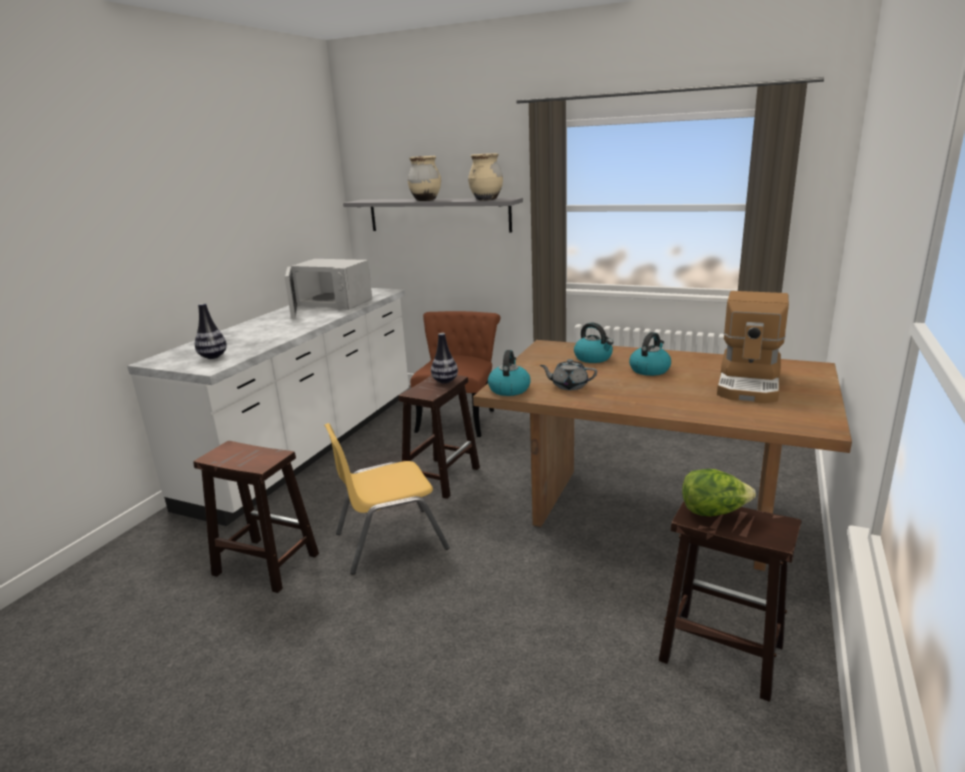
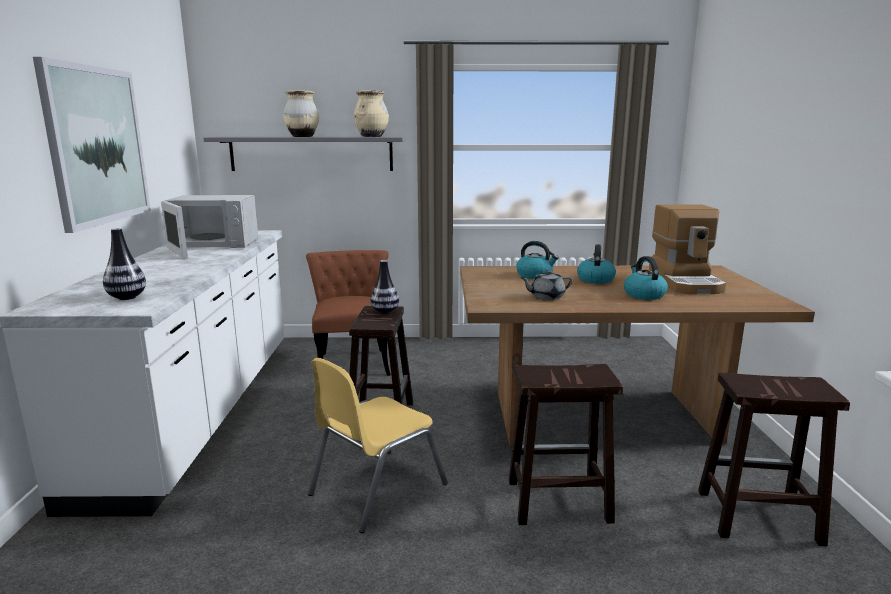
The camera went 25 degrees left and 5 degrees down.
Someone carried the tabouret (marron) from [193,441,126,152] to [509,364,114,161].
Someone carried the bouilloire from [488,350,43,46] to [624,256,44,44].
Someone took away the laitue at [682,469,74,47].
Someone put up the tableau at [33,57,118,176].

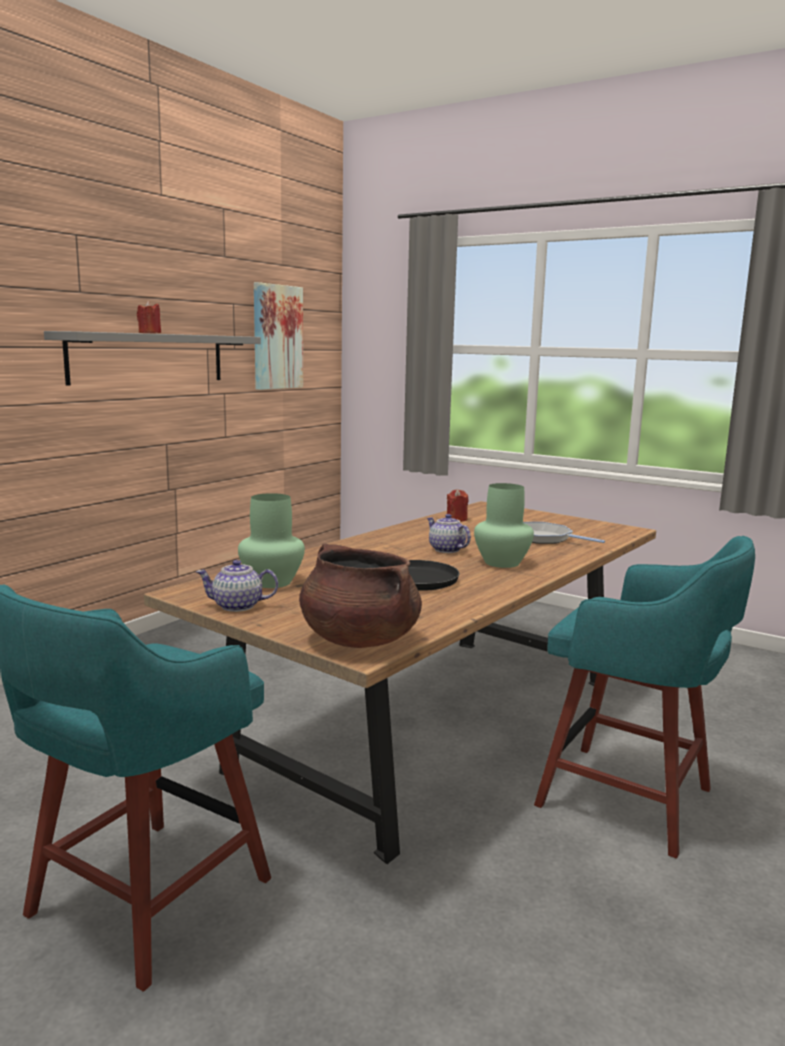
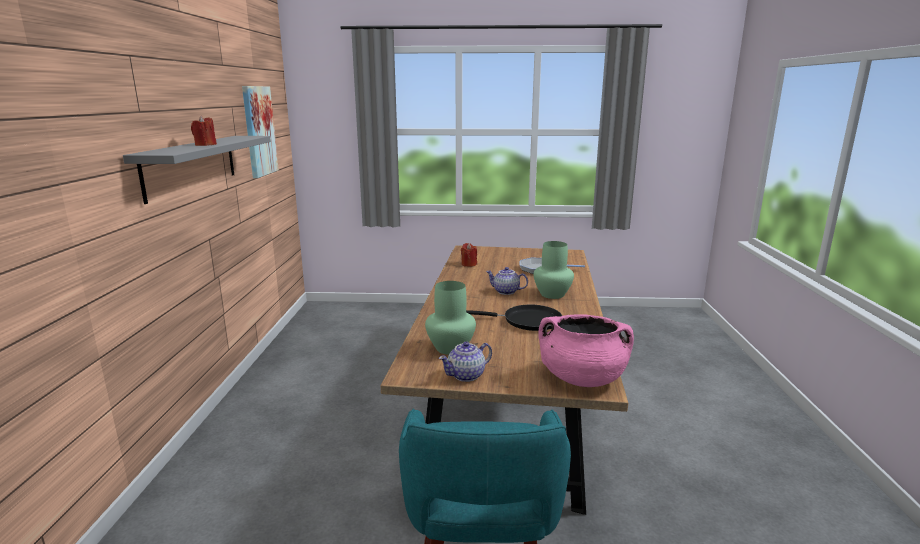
The camera went 30 degrees left and 5 degrees up.
Someone repainted the marmite (marron) at [299,543,123,105], which became the marmite (rose) at [538,314,96,73].
Someone took away the tabouret (turquoise) at [534,536,221,323].

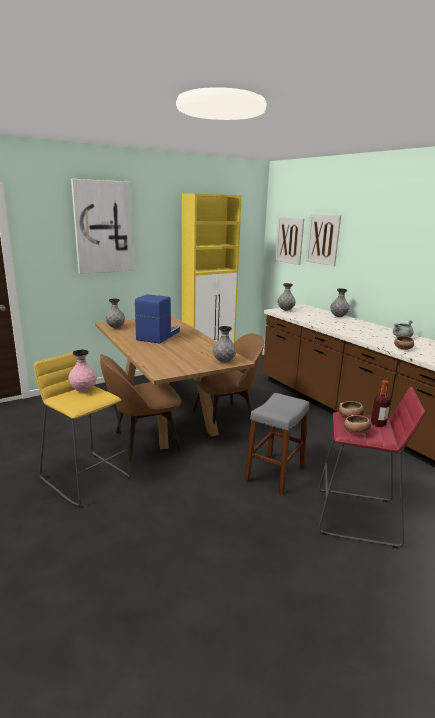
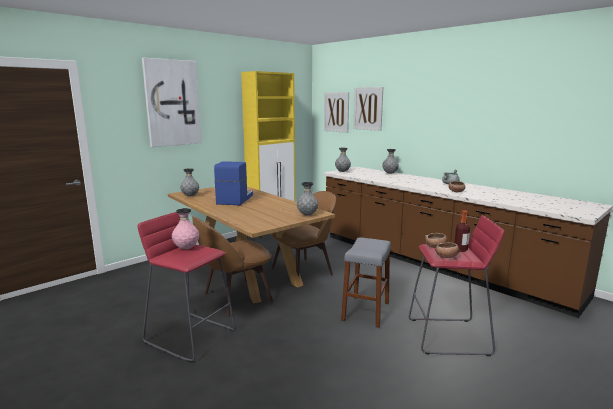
The camera went 10 degrees left and 5 degrees down.
Someone repainted the tabouret (jaune) at [34,352,97,155], which became the tabouret (rouge) at [138,212,98,150].

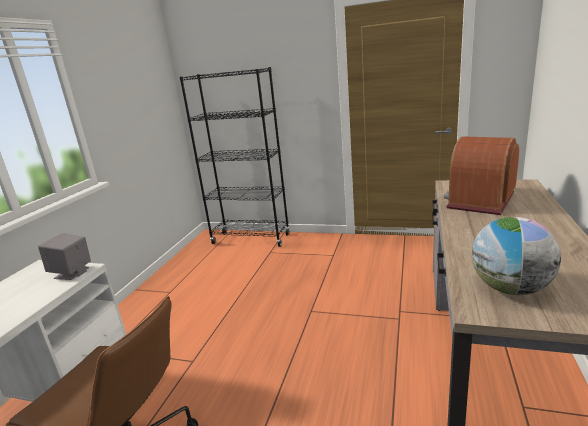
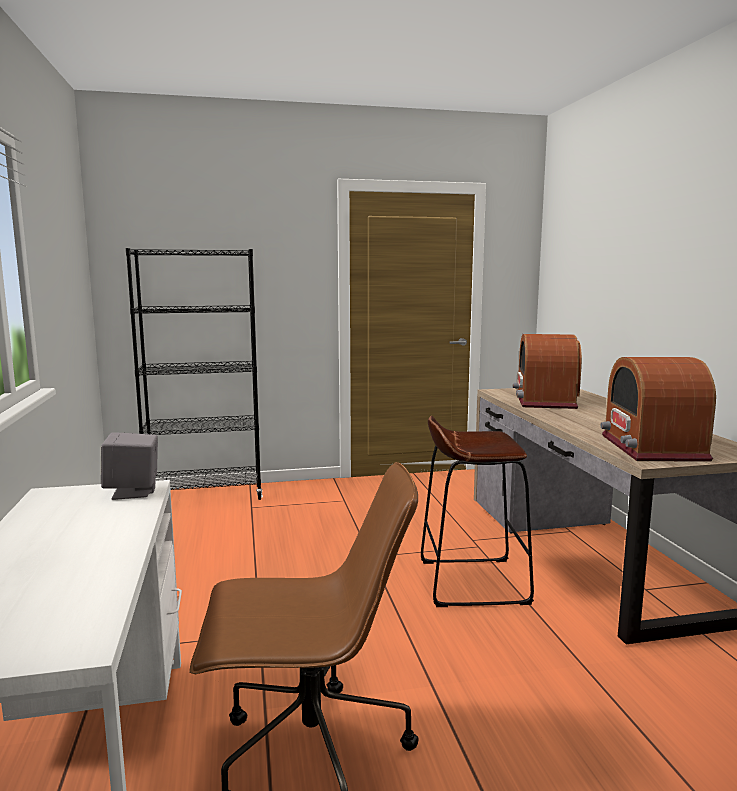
The camera went 30 degrees left and 10 degrees down.
Someone swapped the globe at [472,217,89,78] for the radio at [601,357,115,105].
Someone put down the tabouret (marron) at [421,416,113,191].

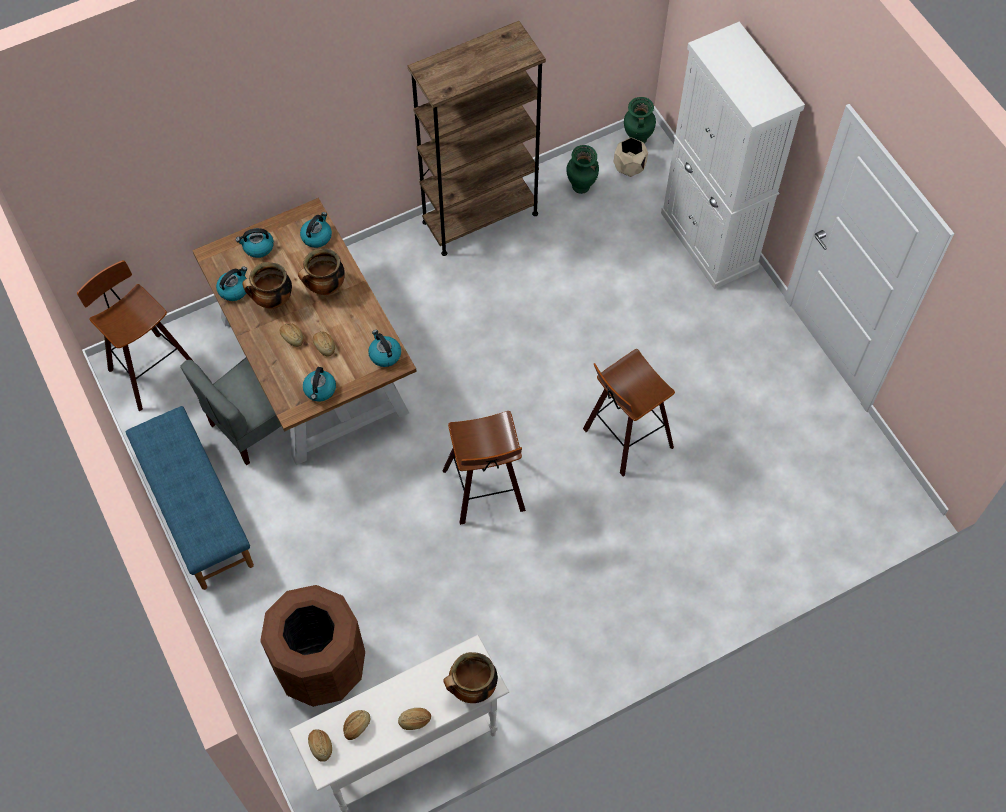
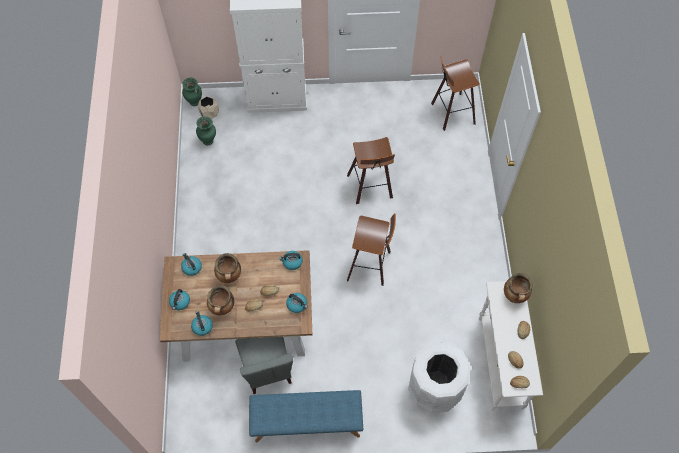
The camera went 65 degrees left and 0 degrees up.
Someone carried the tabouret from [77,260,116,152] to [431,56,49,75].
Someone repainted the poubelle (marron) at [260,585,105,122], which became the poubelle (blanc) at [408,342,63,71].
Someone took away the bibliothèque (marron) at [408,21,138,235].

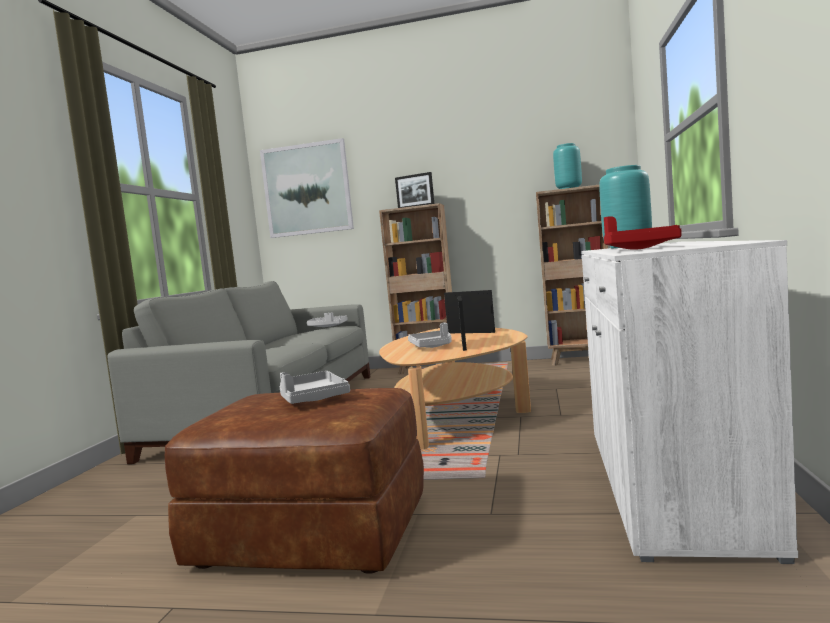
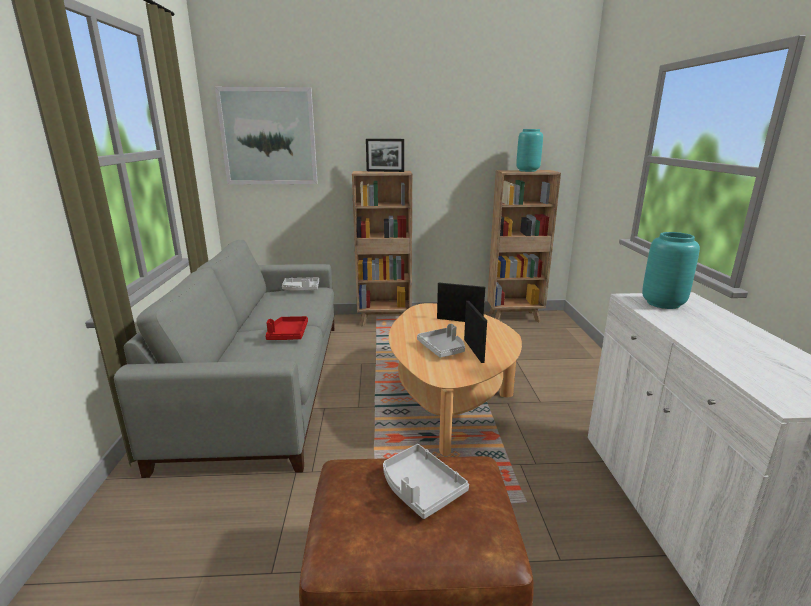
The camera went 15 degrees left and 15 degrees up.
Someone carried the plateau (rouge) from [604,216,77,34] to [265,316,43,24].

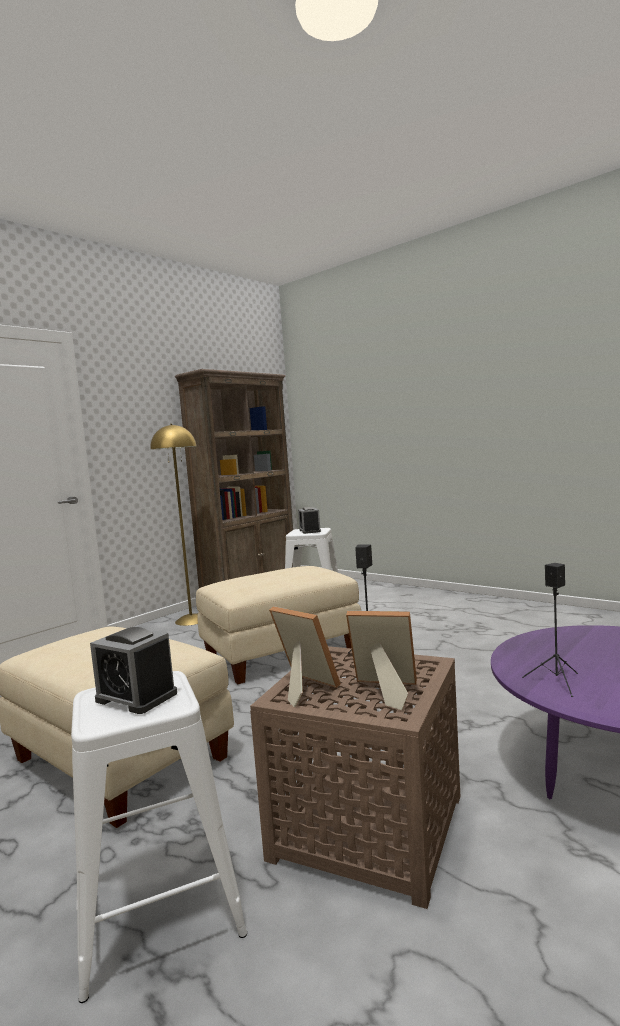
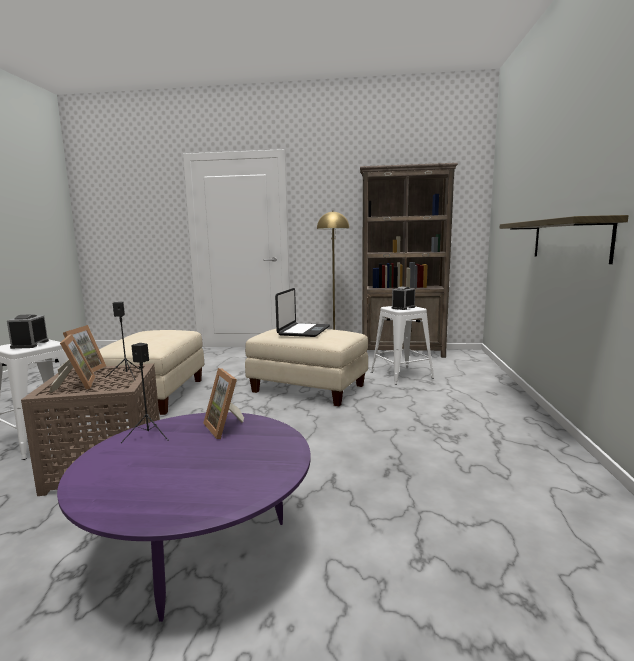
The camera went 55 degrees right and 5 degrees up.
Someone put down the cadre photo at [203,368,41,71].
Someone put down the ordinateur portable at [275,288,55,49].
Someone put up the étagère at [499,215,130,49].

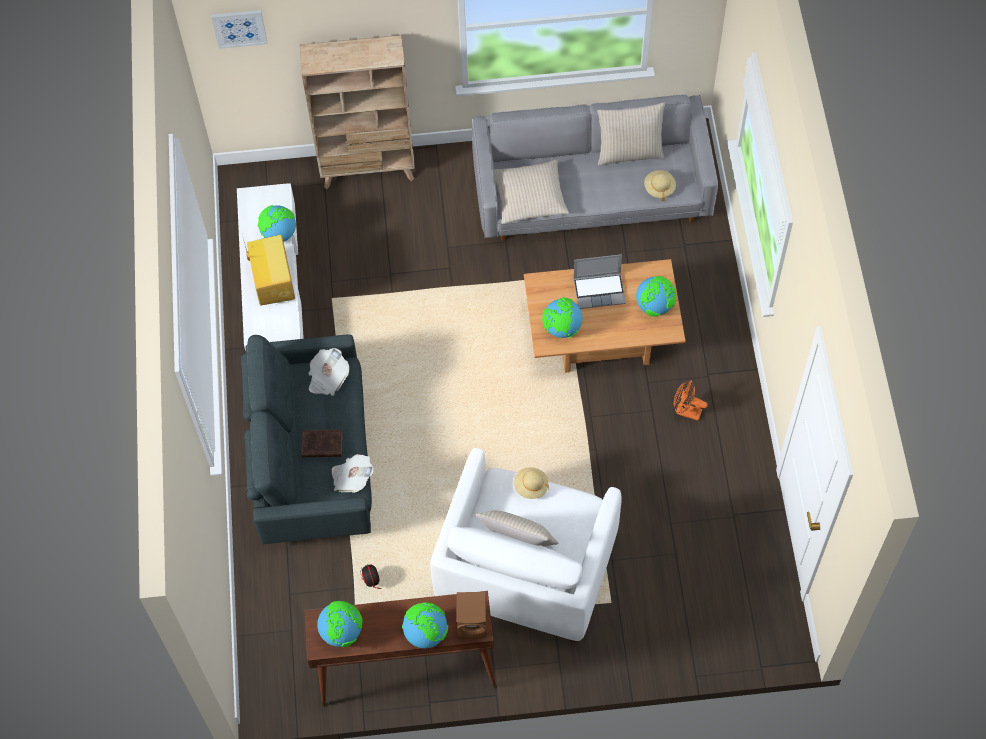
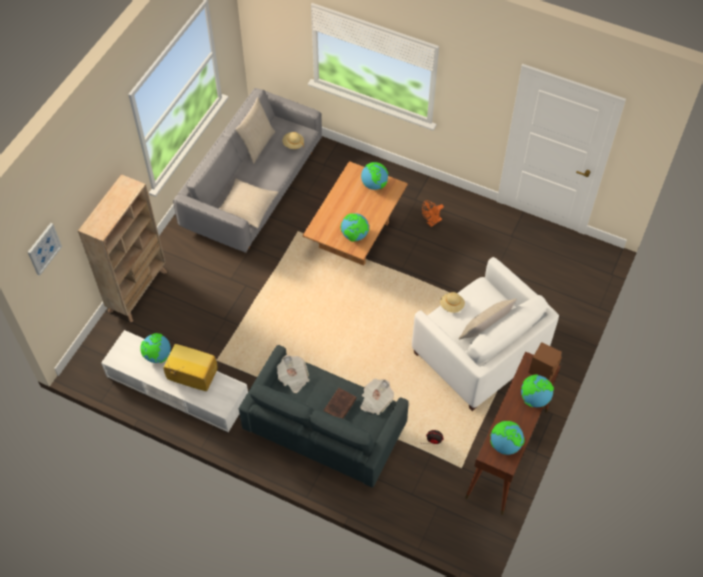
The camera went 60 degrees left and 5 degrees down.
Someone took away the ordinateur portable at [573,254,53,55].

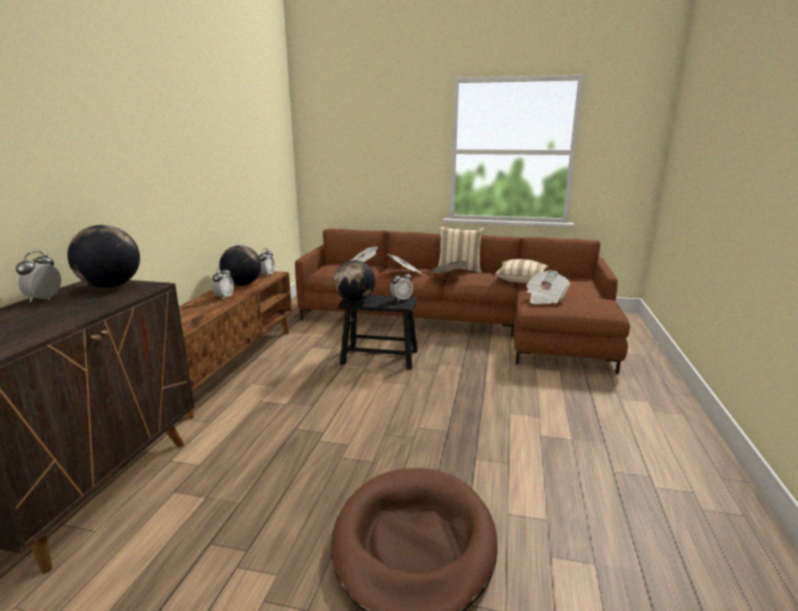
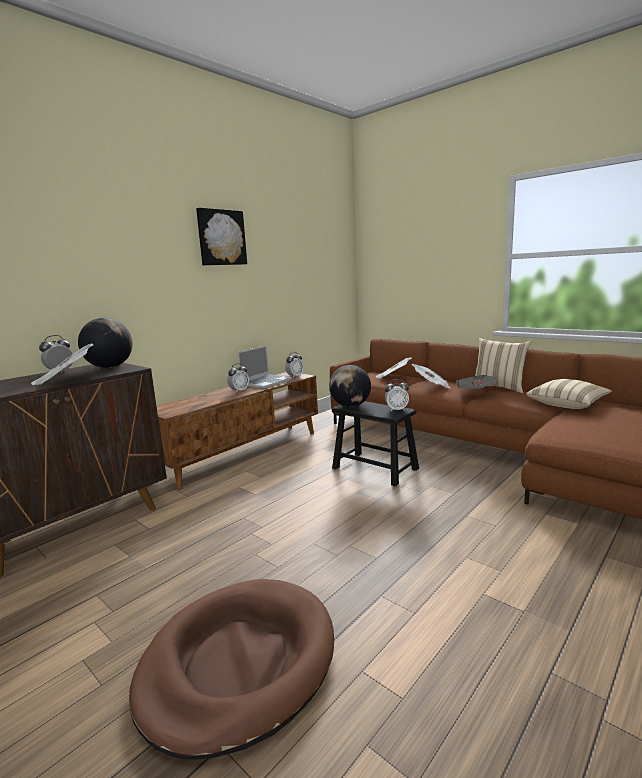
The camera went 30 degrees right and 5 degrees down.
Someone swapped the globe at [219,245,42,41] for the ordinateur portable at [237,345,55,44].
Someone carried the journal from [526,270,44,34] to [31,343,62,42].
Someone put up the tableau at [196,208,51,57].

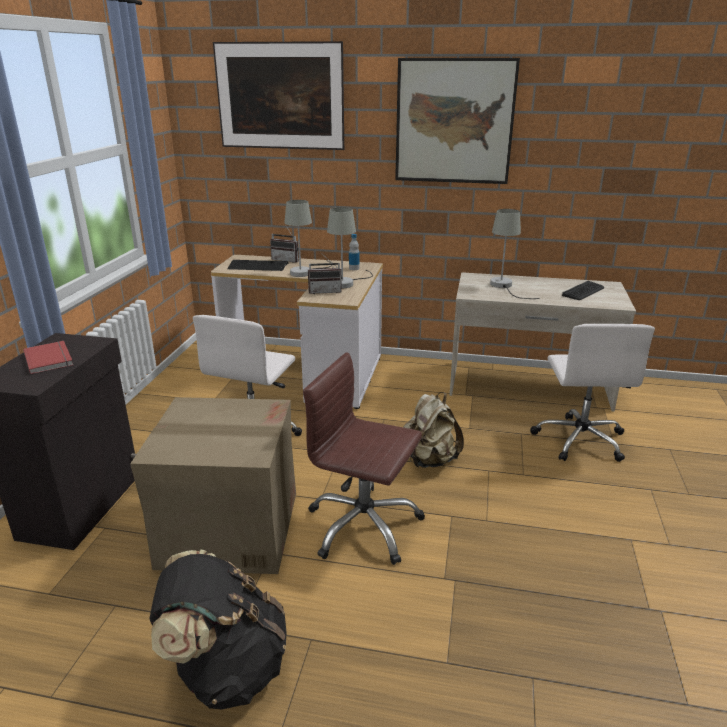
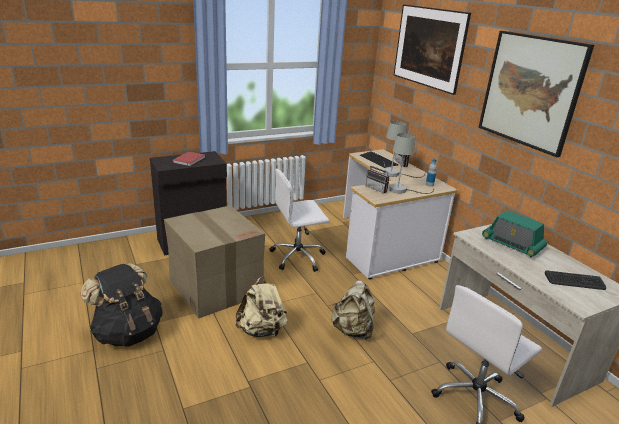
The camera went 50 degrees right and 0 degrees up.
Someone swapped the chaise de bureau (marron) at [303,352,122,213] for the sac à dos (beige) at [236,276,51,62].
Someone swapped the lampe de table (gris) at [490,209,50,90] for the radio at [482,210,65,48].

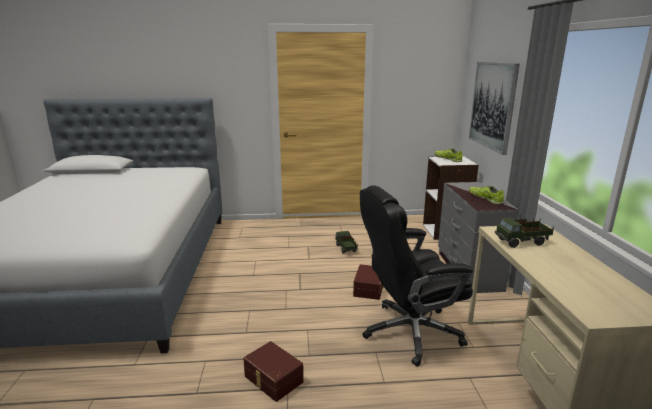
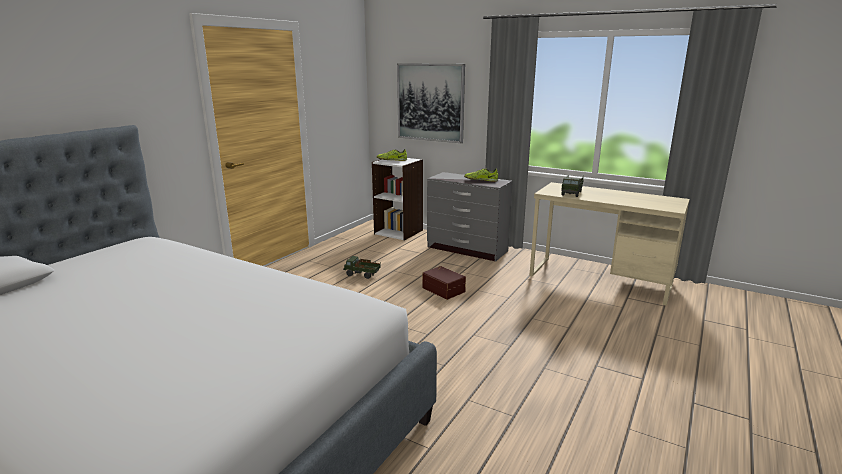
The camera went 55 degrees left and 0 degrees up.
Someone took away the boîte de rangement (marron) at [243,341,60,61].
Someone took away the chaise de bureau (noir) at [360,185,113,182].

